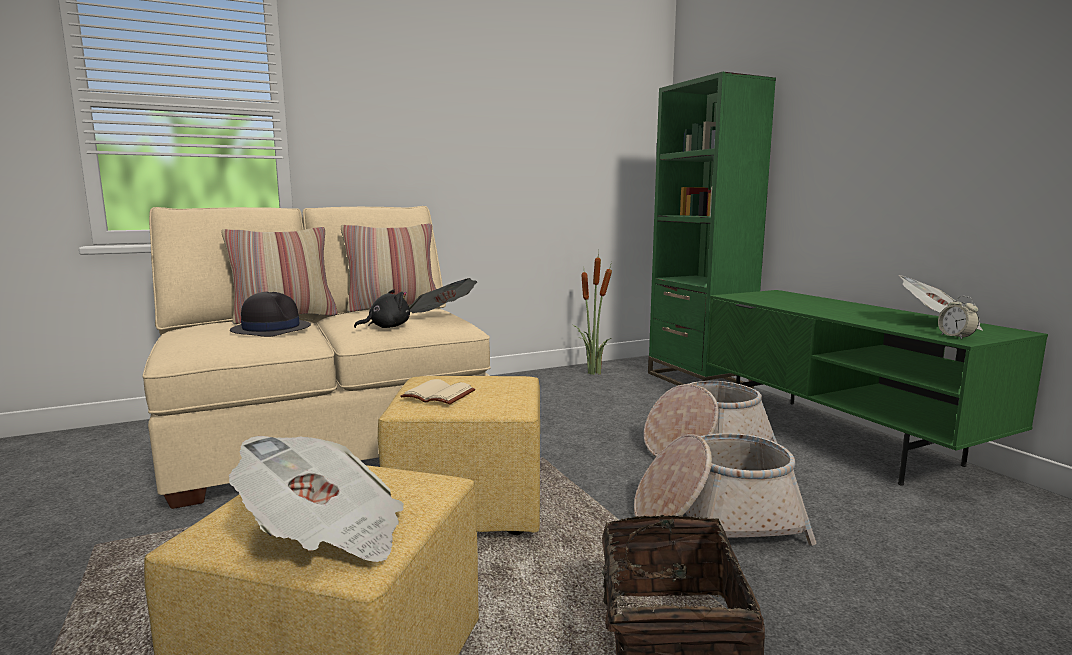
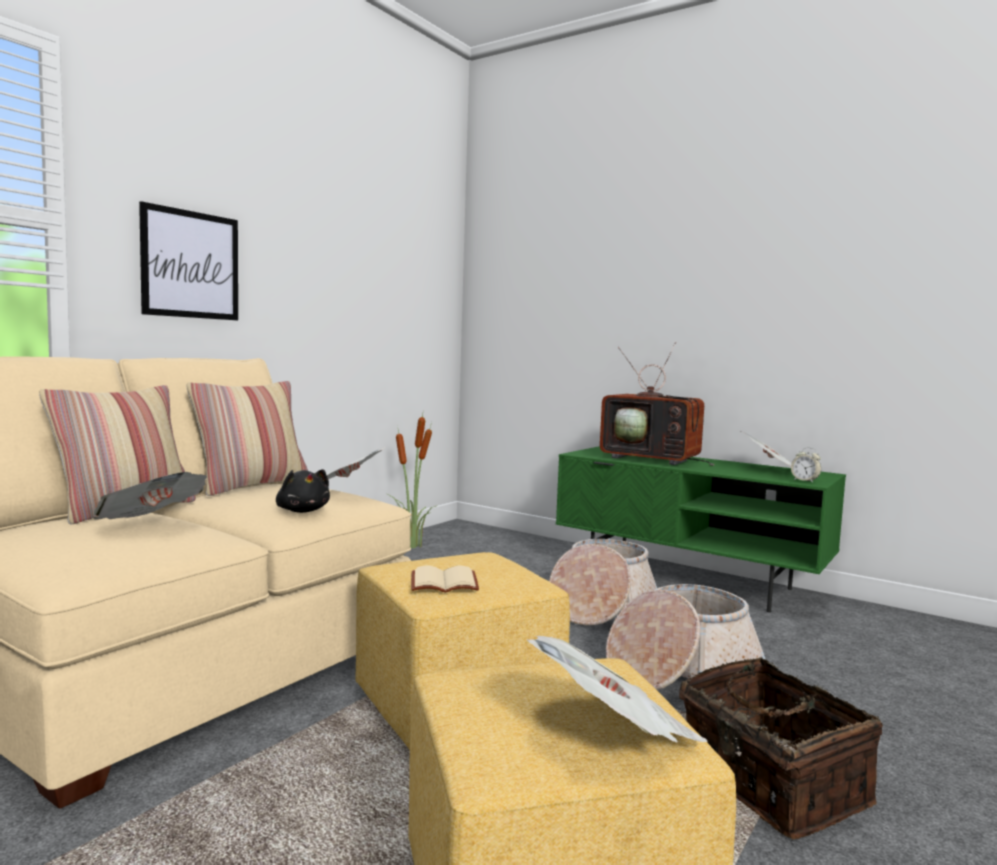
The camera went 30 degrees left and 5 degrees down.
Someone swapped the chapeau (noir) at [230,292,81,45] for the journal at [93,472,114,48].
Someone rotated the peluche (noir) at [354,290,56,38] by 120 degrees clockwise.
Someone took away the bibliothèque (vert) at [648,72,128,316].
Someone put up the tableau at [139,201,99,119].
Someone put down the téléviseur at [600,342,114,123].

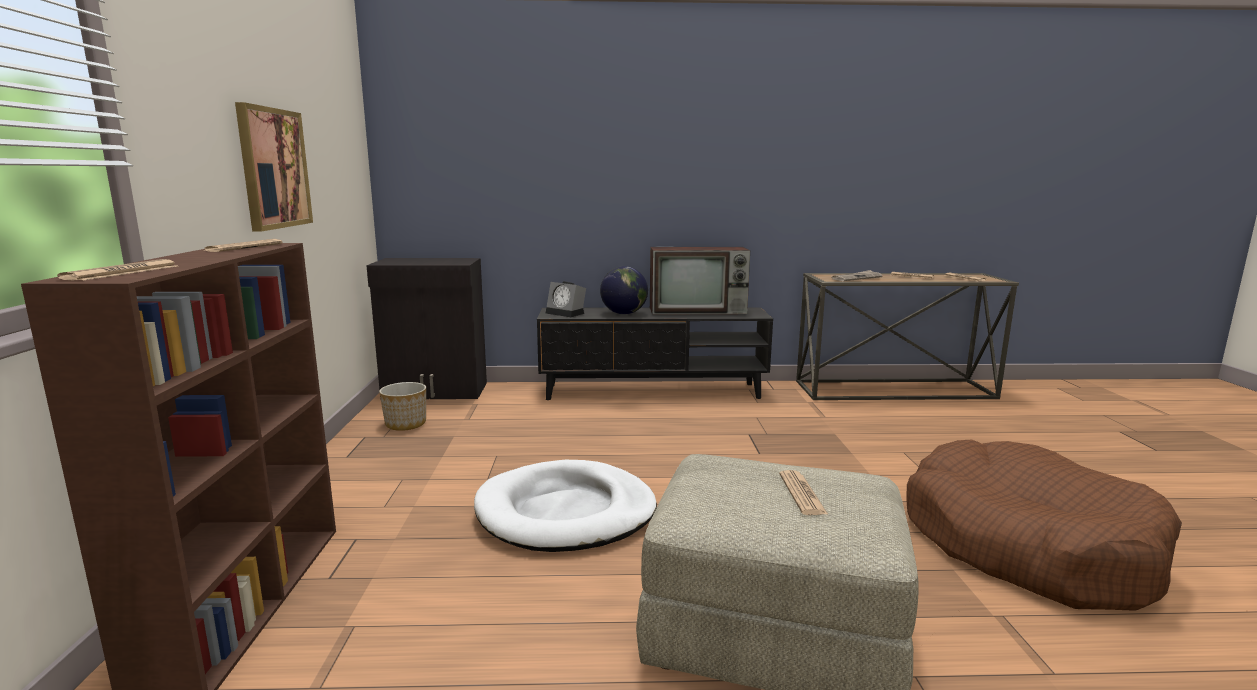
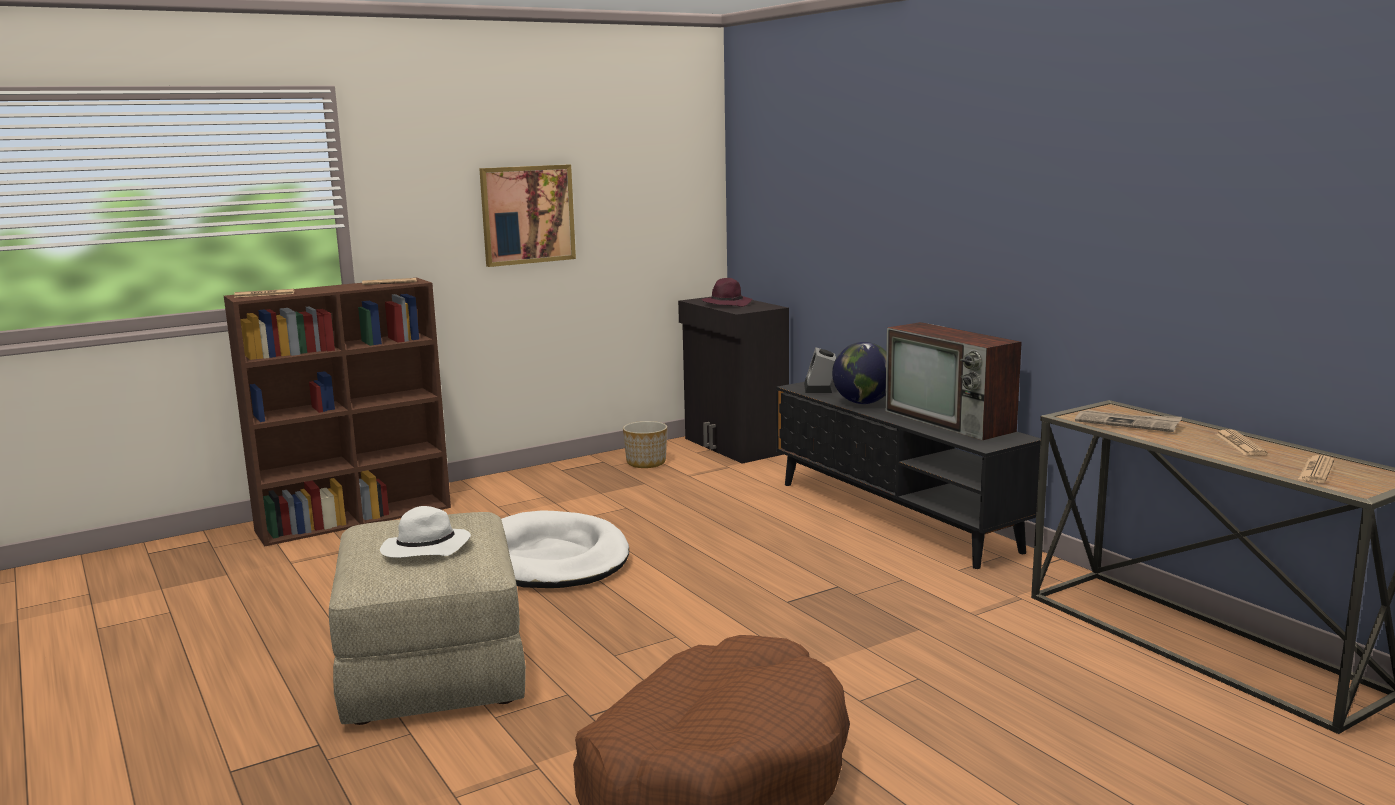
The camera went 60 degrees right and 0 degrees up.
Someone swapped the journal at [779,470,49,45] for the chapeau (blanc) at [380,506,91,52].
Someone put down the chapeau (violet) at [701,278,51,29].

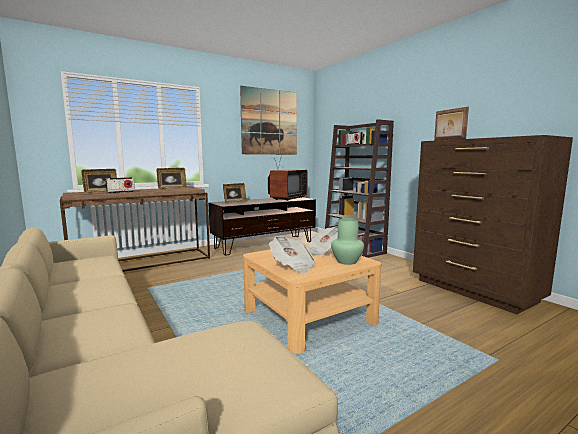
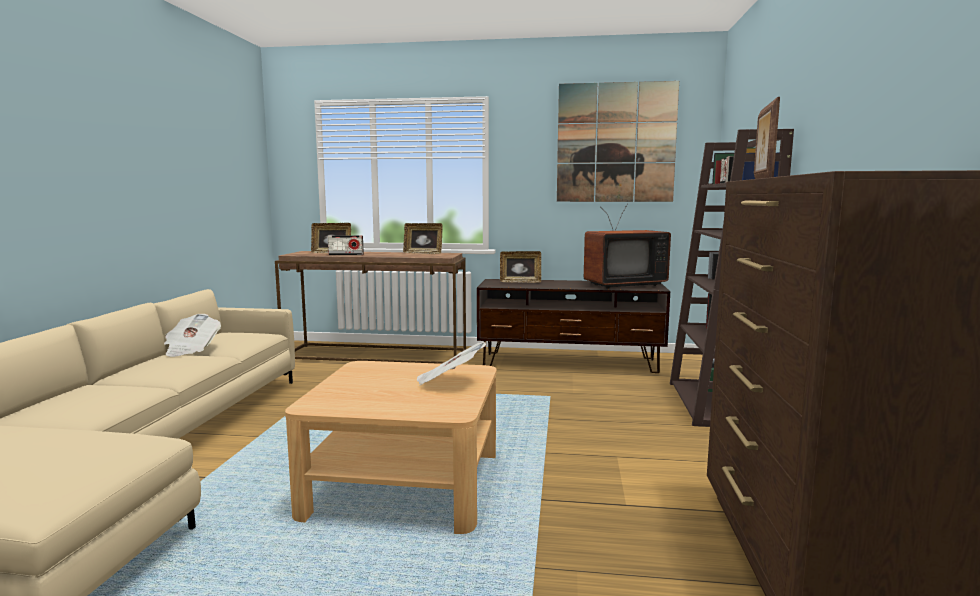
The camera went 40 degrees right and 0 degrees up.
Someone carried the journal from [269,236,47,38] to [164,314,57,43].
Someone took away the vase (vert) at [331,218,33,47].

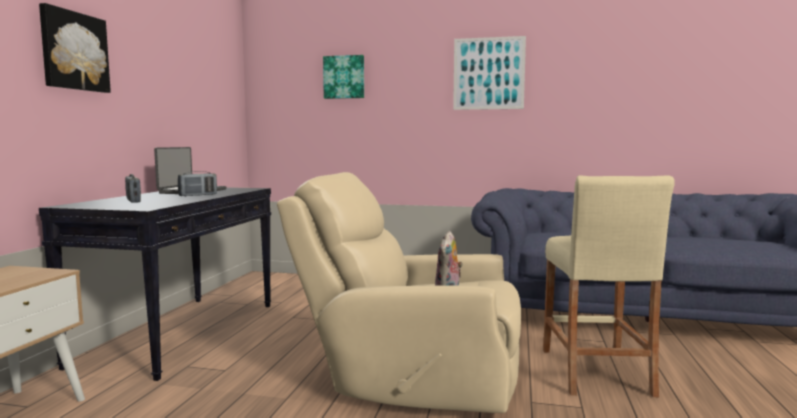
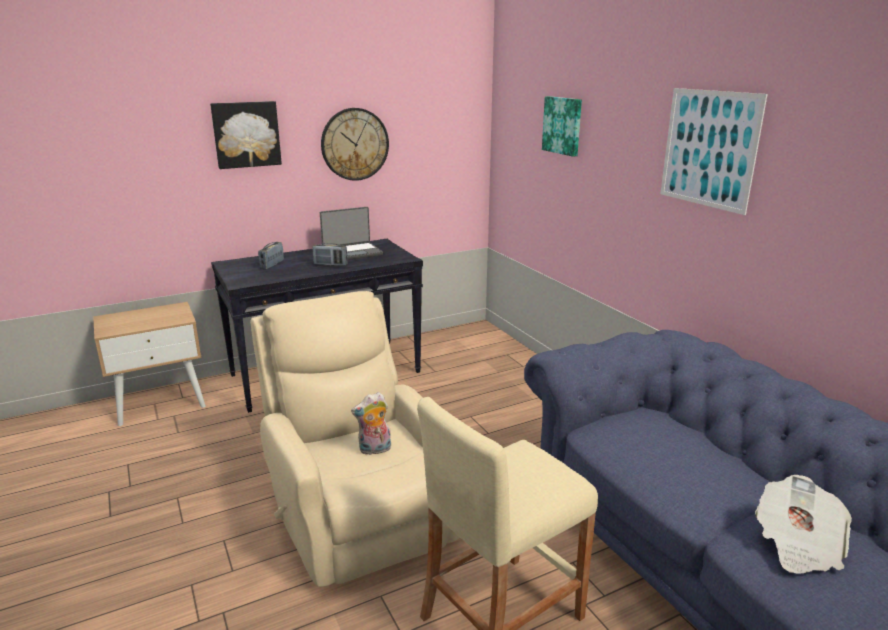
The camera went 50 degrees right and 15 degrees up.
Someone put up the horloge murale at [321,108,68,73].
Someone put down the journal at [755,475,97,99].

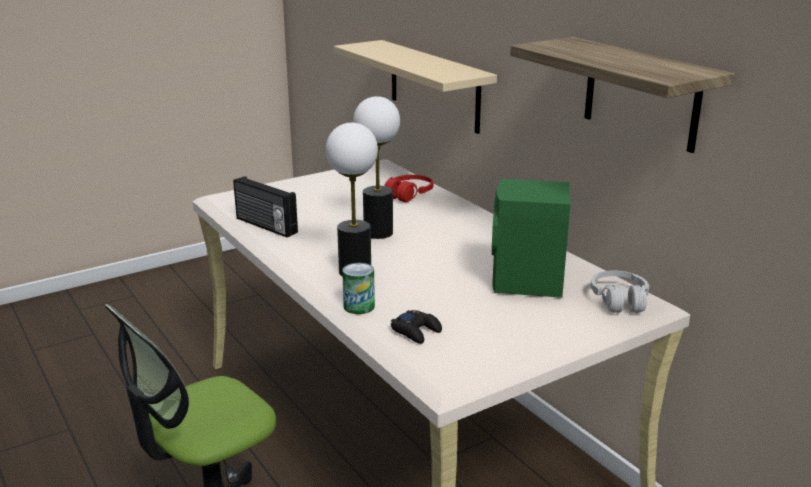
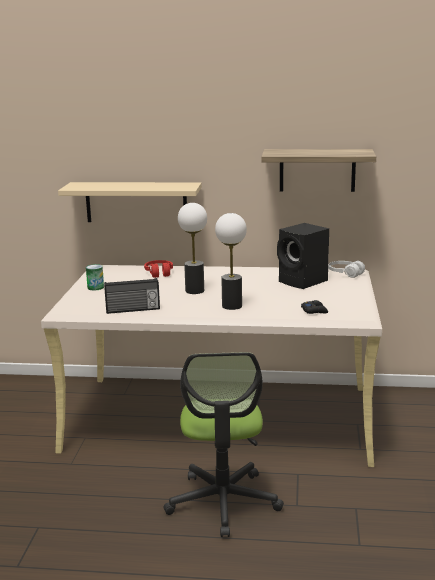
The camera went 50 degrees left and 5 degrees down.
Someone carried the boîte métallique from [342,263,33,51] to [86,264,18,26].
Someone repainted the enceinte (vert) at [492,178,78,120], which became the enceinte (noir) at [277,223,52,66].

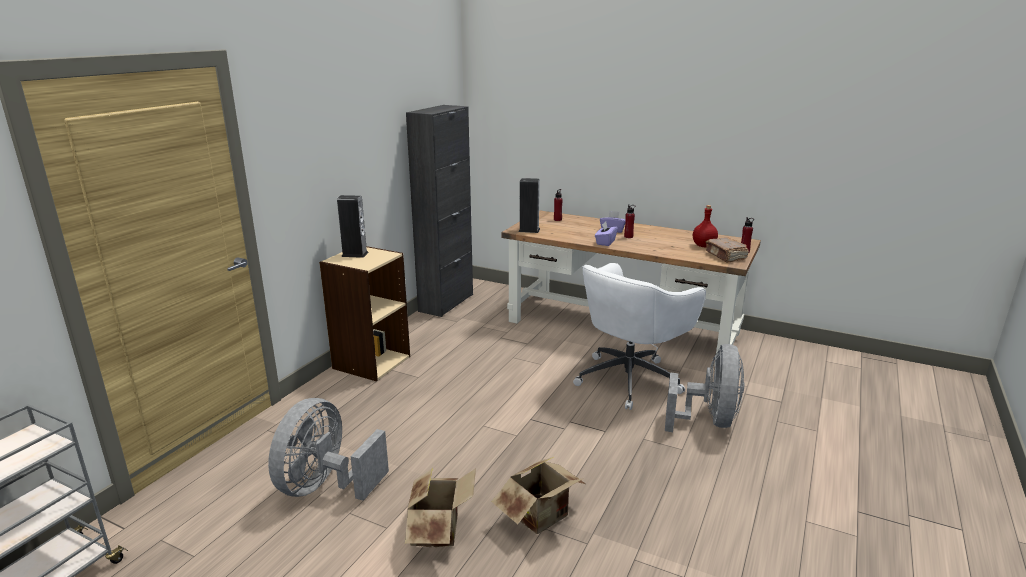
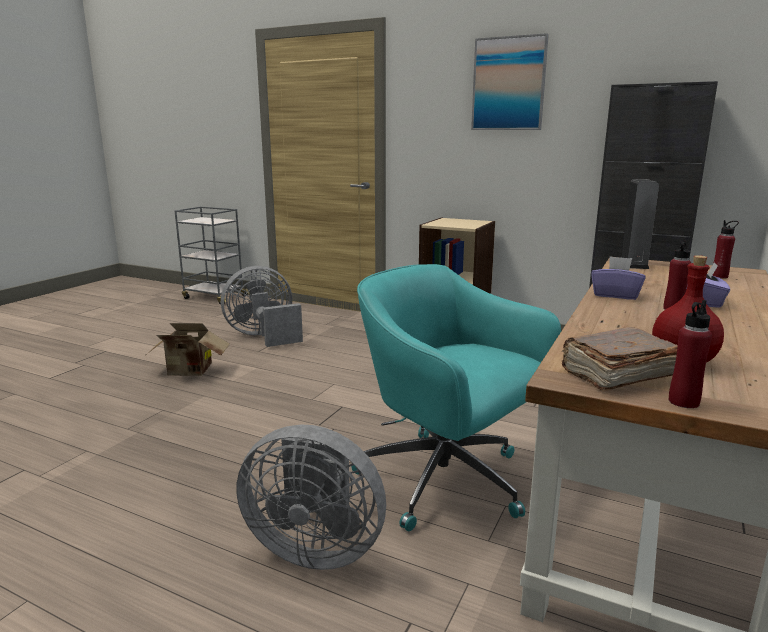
The camera went 90 degrees right and 5 degrees down.
Someone rotated the ventilateur (gris) at [268,398,121,103] by 45 degrees counterclockwise.
Someone took away the enceinte at [337,195,32,63].
Someone took away the carton at [492,457,93,77].
Someone repainted the chaise de bureau (blanc) at [573,263,133,147], which became the chaise de bureau (turquoise) at [351,264,210,267].
Someone put up the tableau at [471,33,78,97].

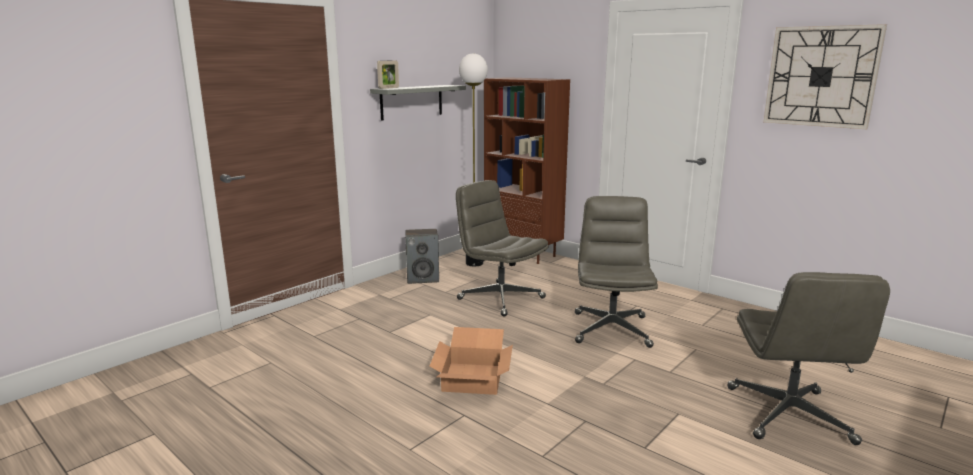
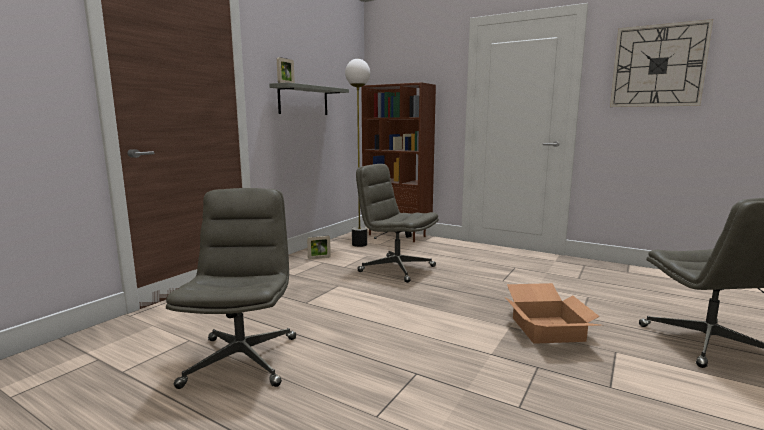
The camera went 10 degrees left and 5 degrees down.
Someone swapped the enceinte at [405,229,34,55] for the cadre photo at [307,236,24,23].
Someone carried the carton from [430,327,83,68] to [506,283,94,61].
Someone carried the chaise de bureau (gris) from [575,196,83,152] to [166,188,130,201].

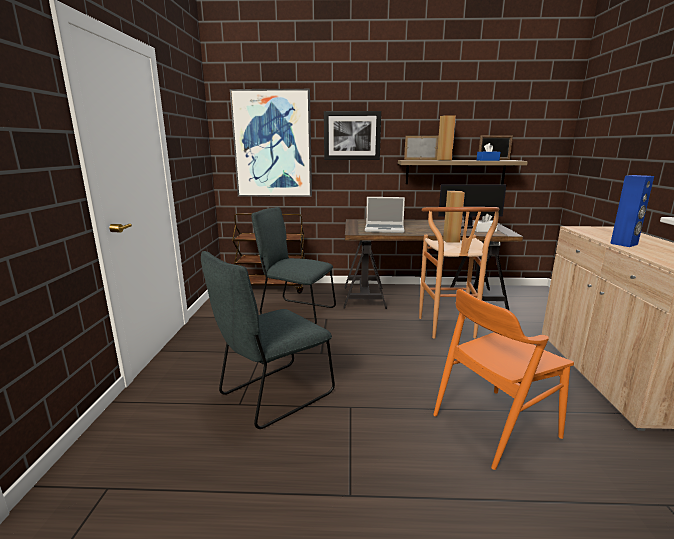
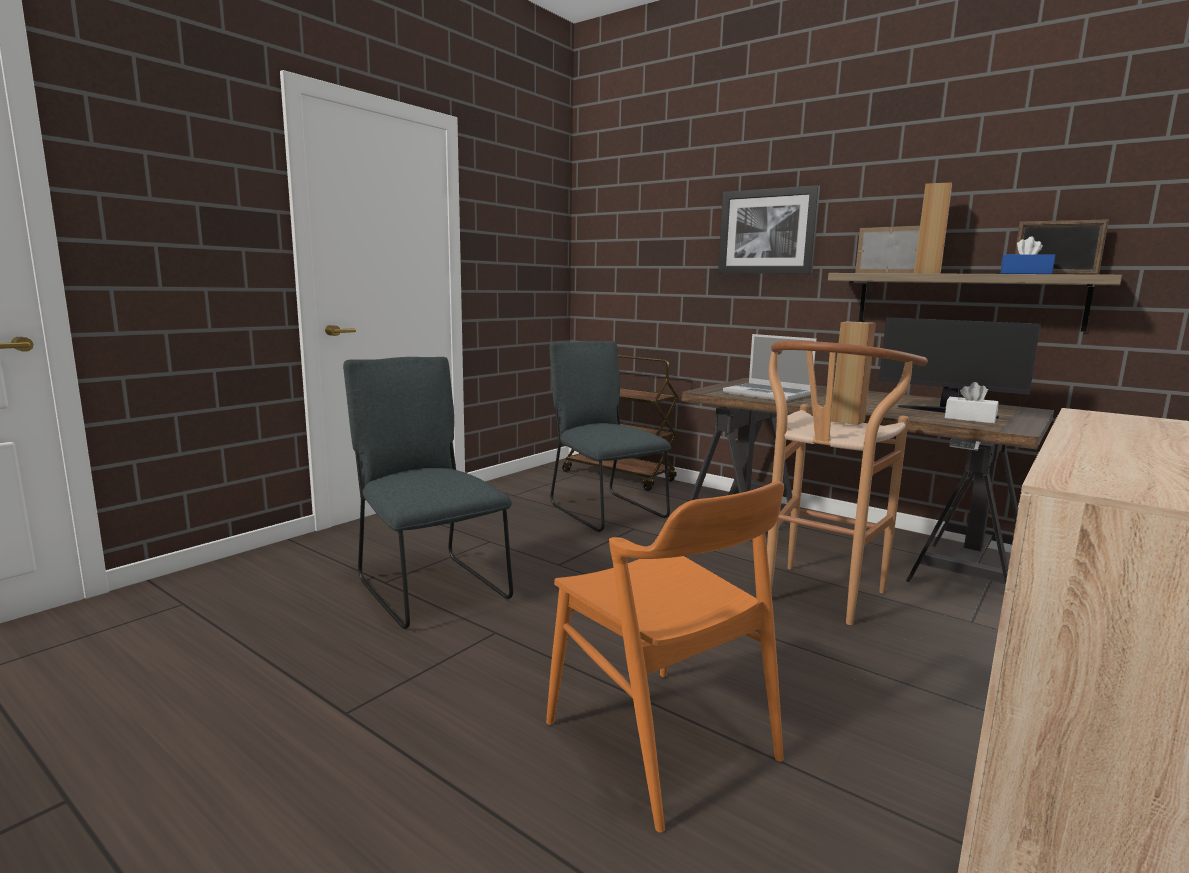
The camera went 35 degrees right and 5 degrees down.
Someone rotated the chaise (gris) at [201,251,134,178] by 60 degrees clockwise.
Someone took away the tableau at [230,89,82,108].
Someone rotated the chaise (orange) at [433,289,141,181] by 135 degrees counterclockwise.
Someone took away the enceinte (bleu) at [610,175,44,72].

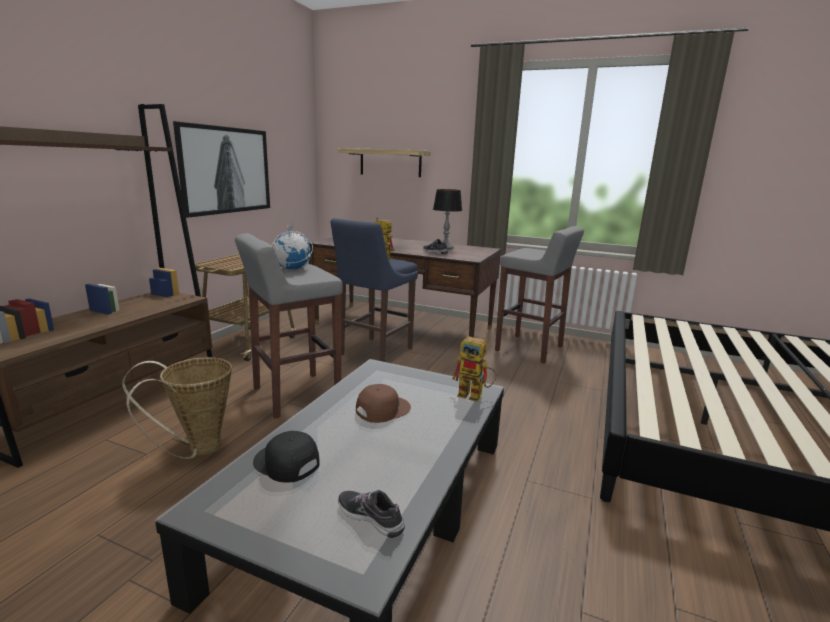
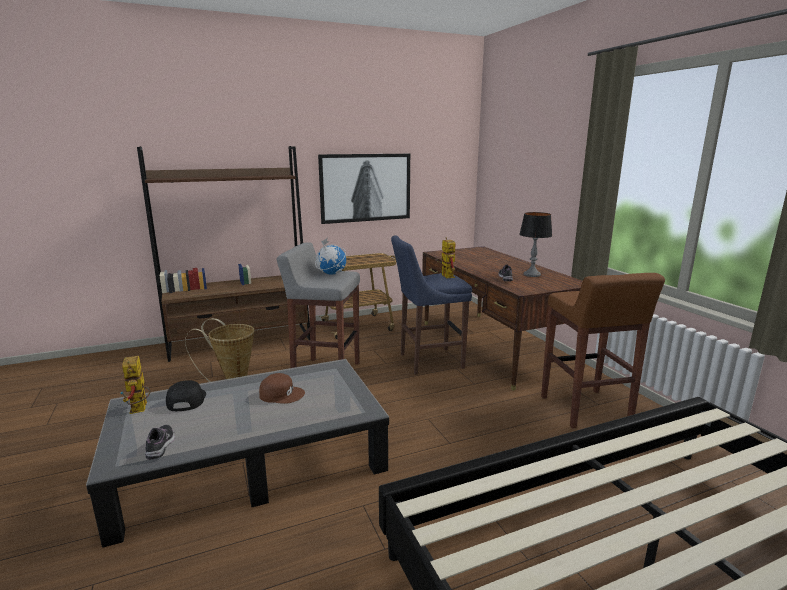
The camera went 45 degrees right and 0 degrees up.
Someone took away the étagère at [338,148,93,29].
Someone carried the robot jouet from [452,336,45,66] to [120,356,30,58].
Someone repainted the tabouret (gris) at [495,226,89,137], which became the tabouret (marron) at [541,273,124,155].

